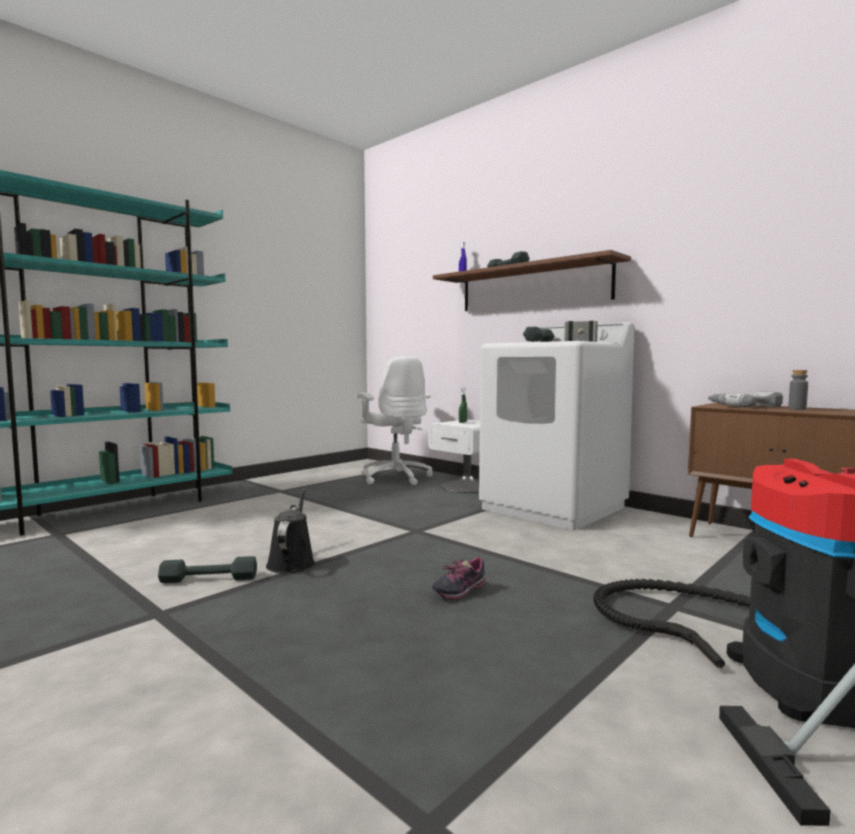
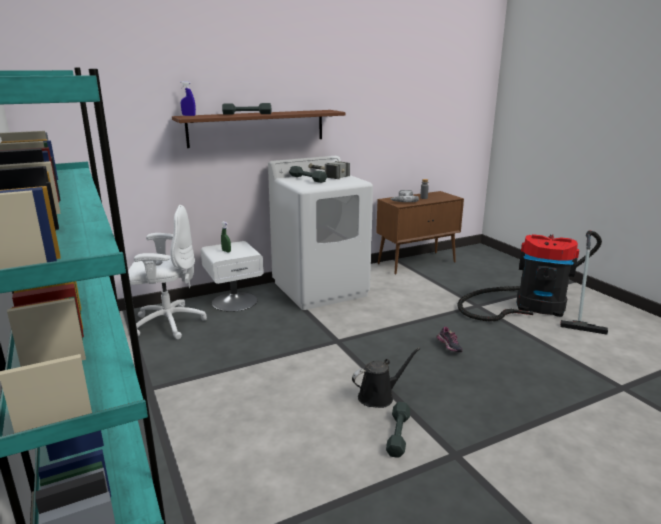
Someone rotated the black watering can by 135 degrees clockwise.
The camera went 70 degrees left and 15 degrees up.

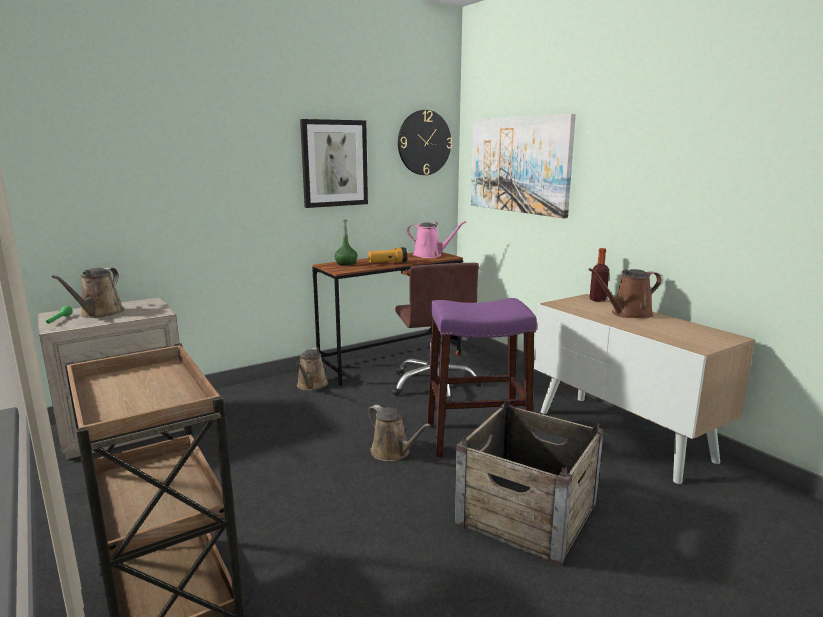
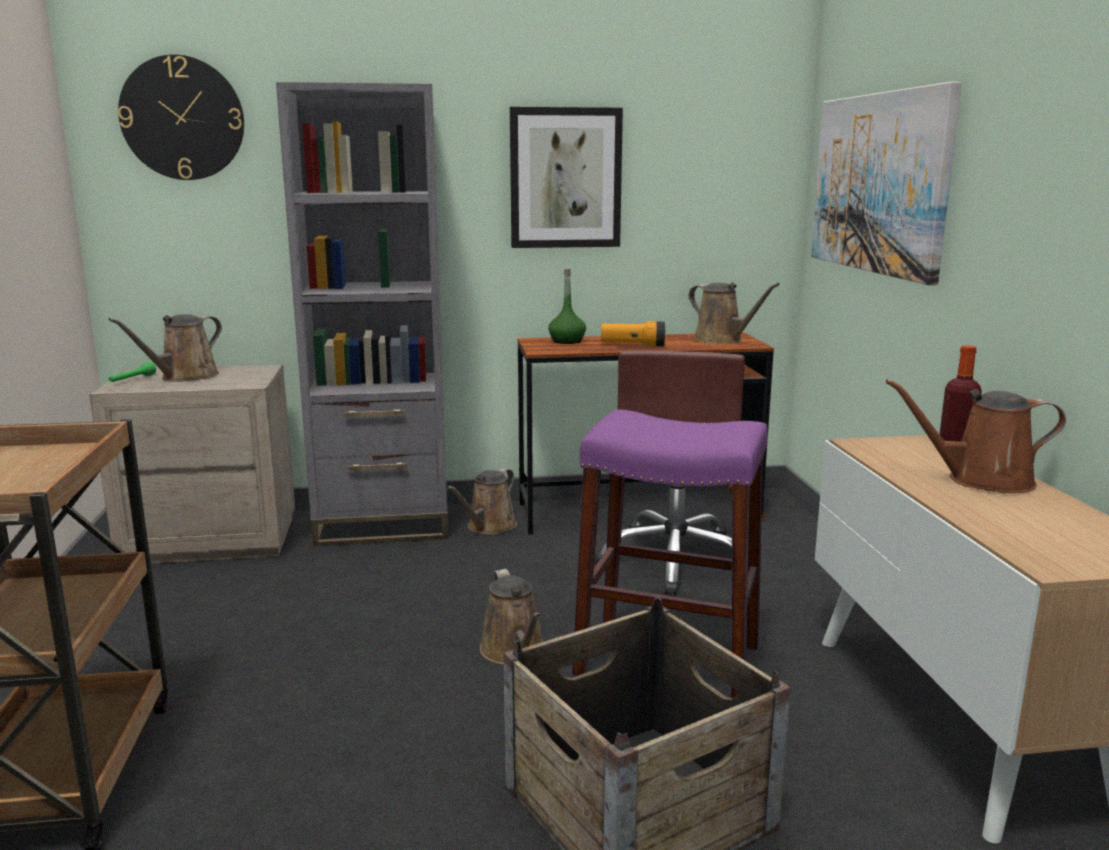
Someone carried the wall clock.
Someone put down the grey bookcase.
Someone repainted the pink watering can, which became the brown watering can (no. 4 from left).
The camera went 25 degrees right and 0 degrees up.

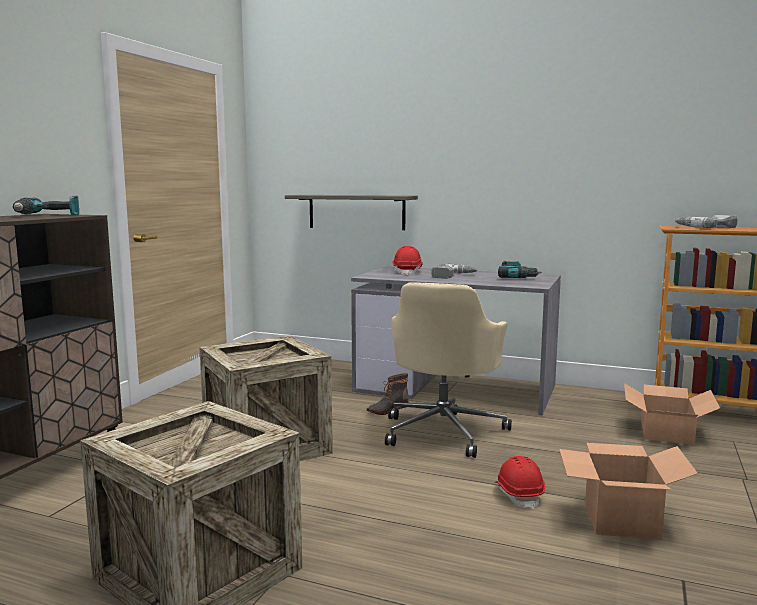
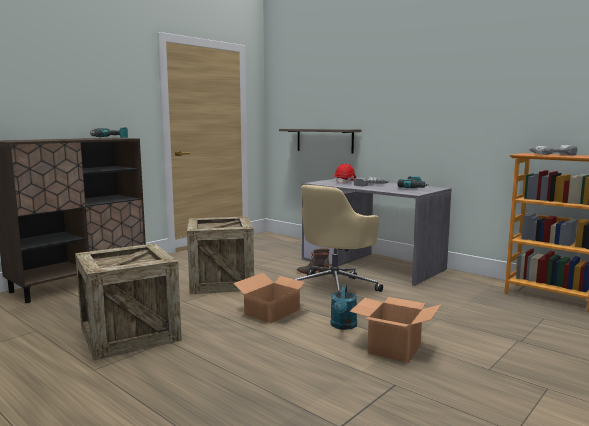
Someone carried the cardboard box (no. 2 from left in the first image).
Someone swapped the red hard hat (no. 2 from left) for the turquoise watering can.
The camera went 20 degrees right and 0 degrees up.

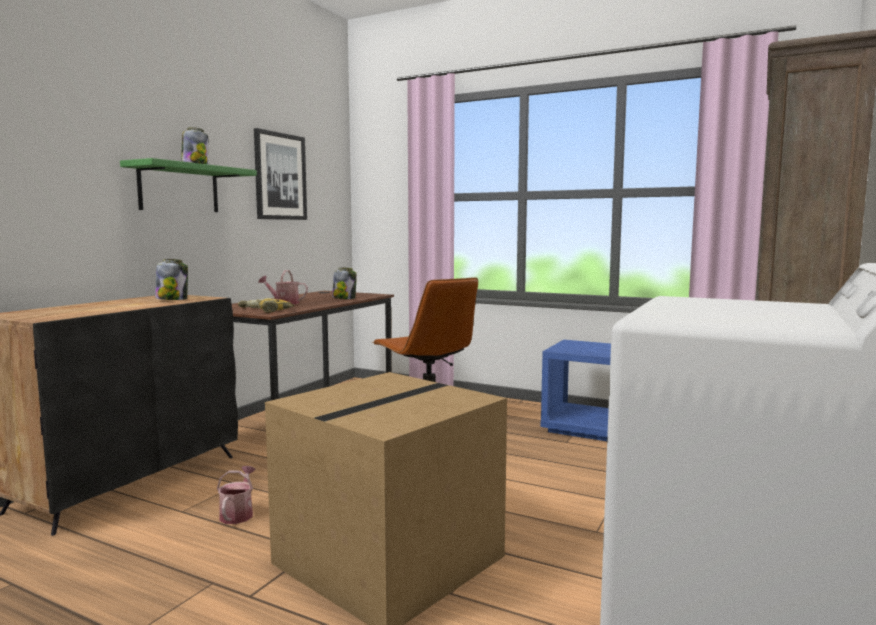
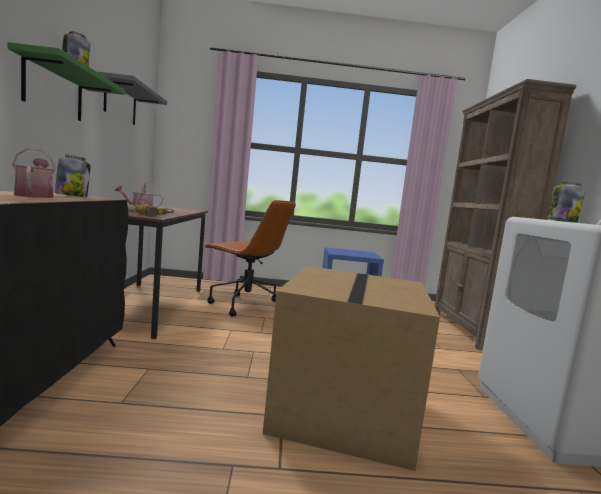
Someone carried the watering can (no. 1 from left).
Someone swapped the picture for the grey shelf.
Someone carried the jar (no. 3 from left).
The camera went 30 degrees left and 0 degrees up.

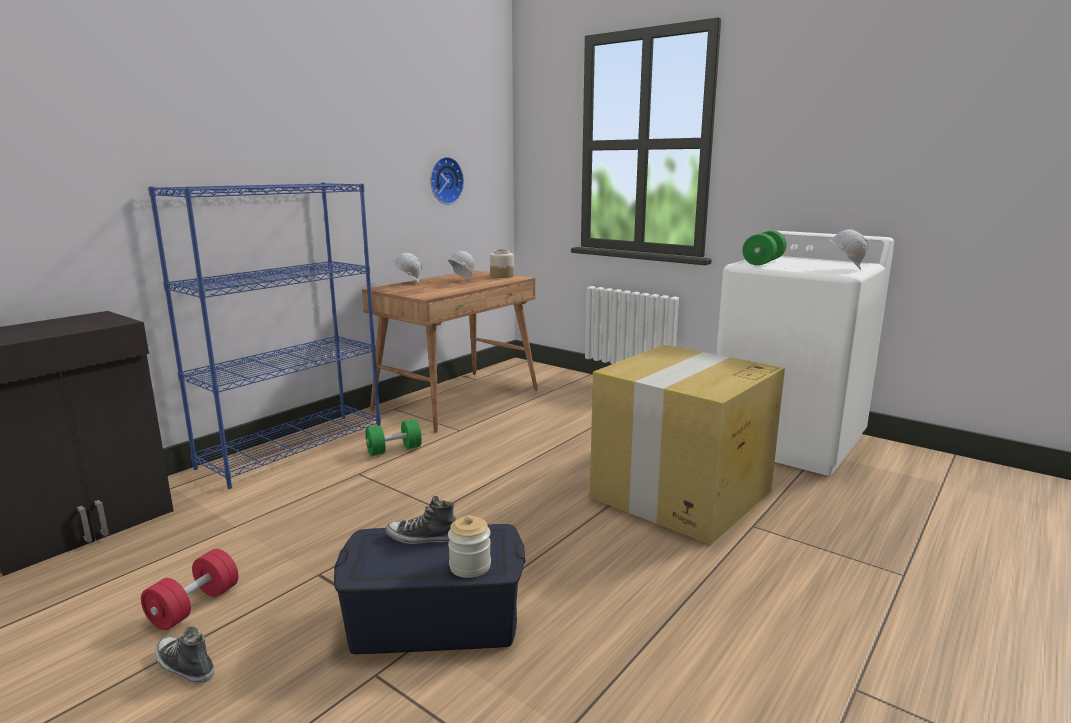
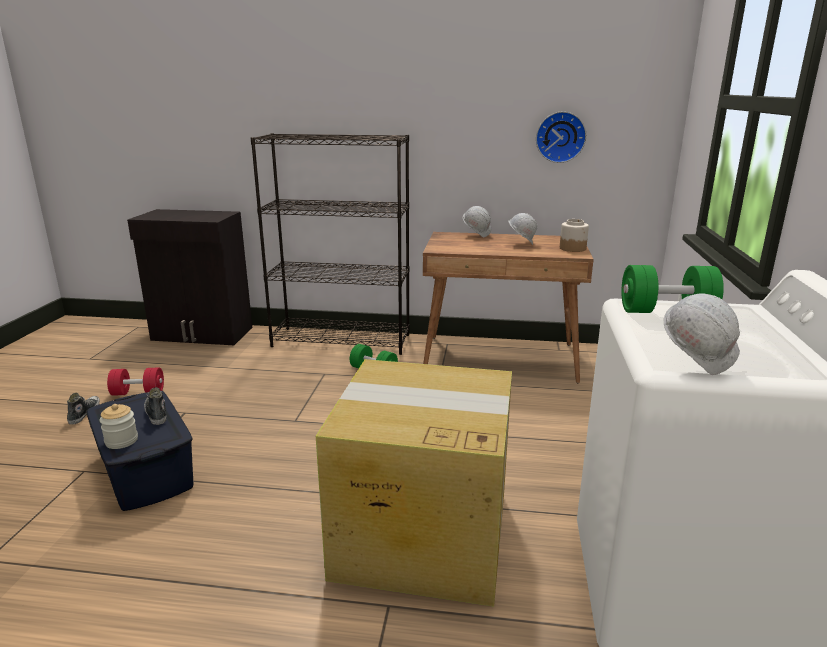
Someone repainted the blue bookcase, which became the black bookcase.
The camera went 60 degrees right and 5 degrees up.

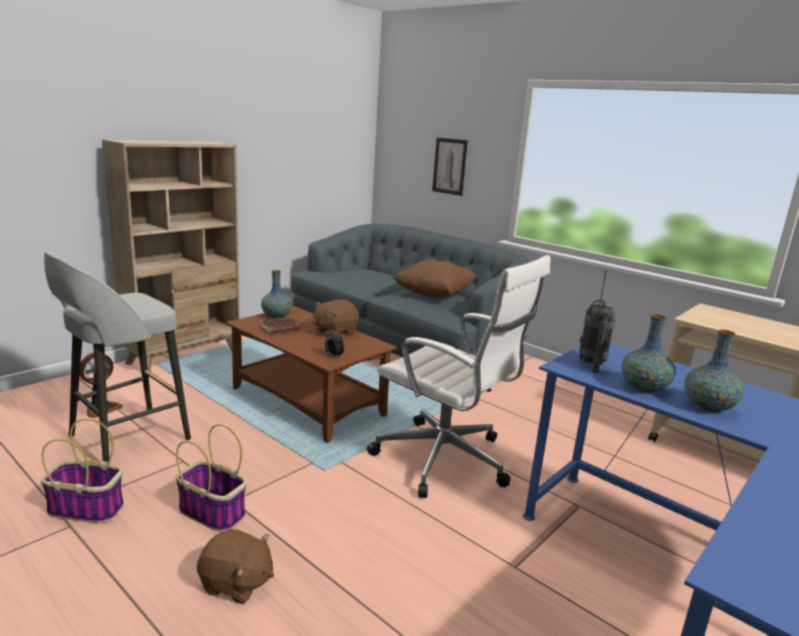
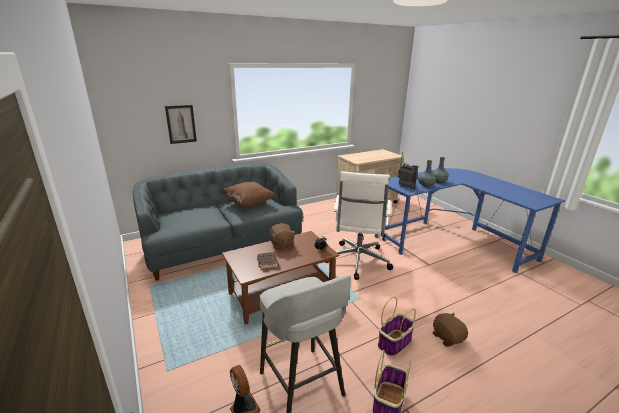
Someone rotated the white office chair by 135 degrees clockwise.
Someone rotated the brown plush toy (no. 1 from left in the first image) by 60 degrees counterclockwise.
Someone took away the beige bookcase.
Someone took away the vase (no. 1 from left).
The camera went 70 degrees left and 5 degrees up.

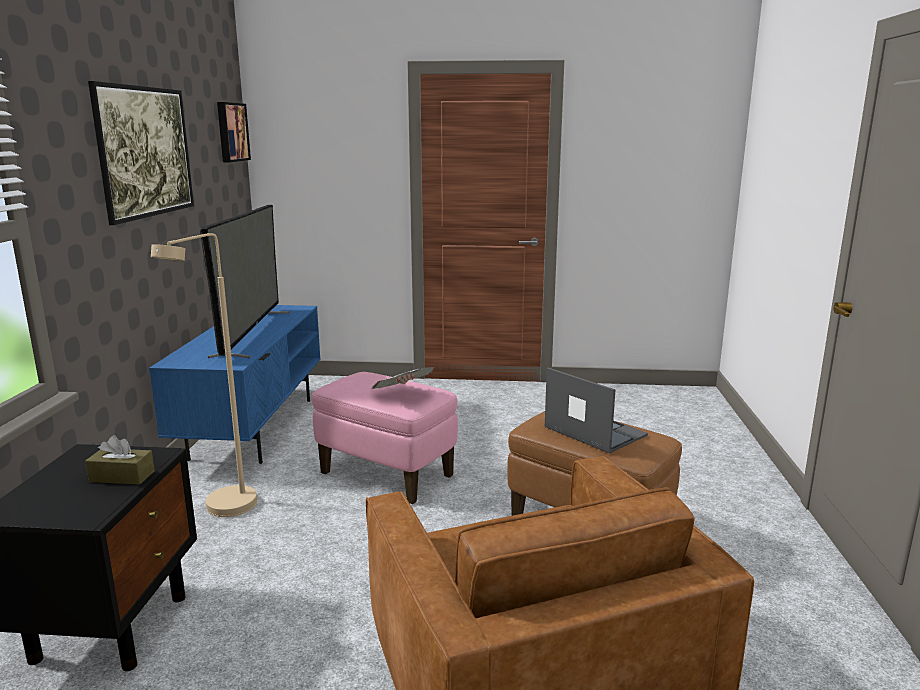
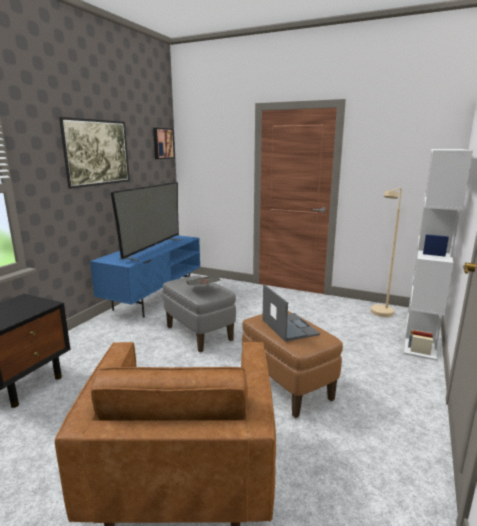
Someone repainted the pink ottoman, which became the grey ottoman.
Someone carried the beige floor lamp.
Someone put down the white bookcase.
Someone took away the brown tissue box.
The camera went 20 degrees right and 0 degrees up.

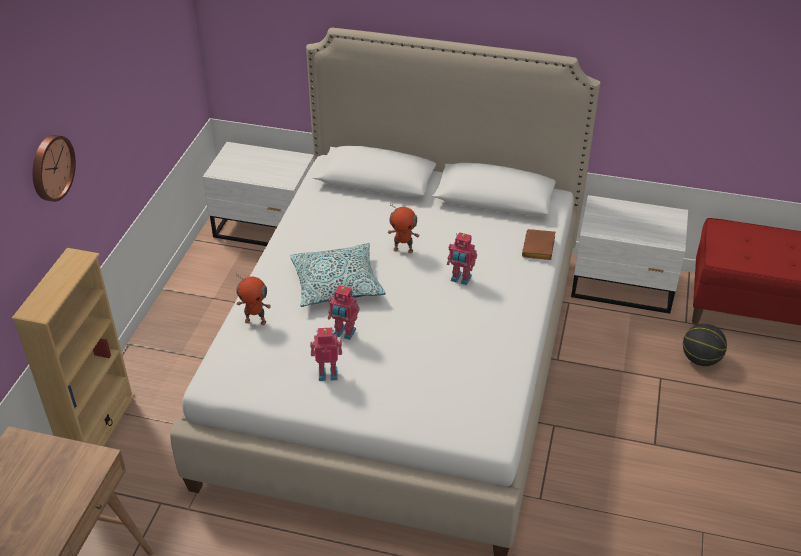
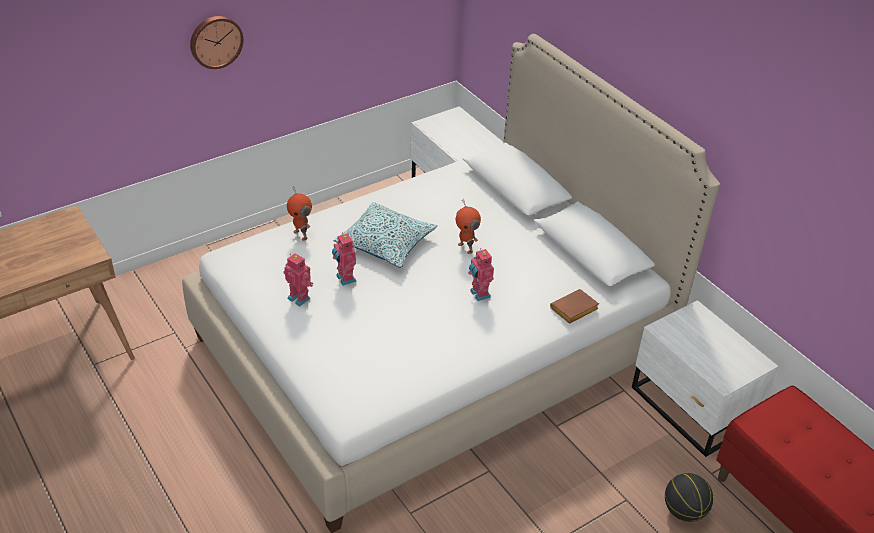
Someone took away the beige bookcase.
The camera went 40 degrees right and 0 degrees up.

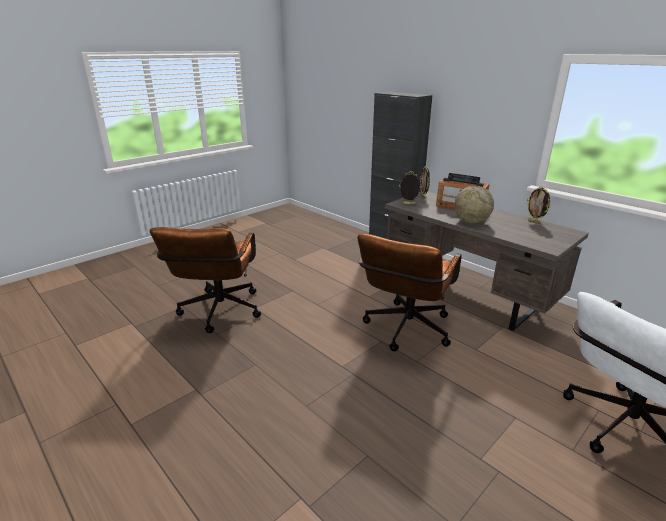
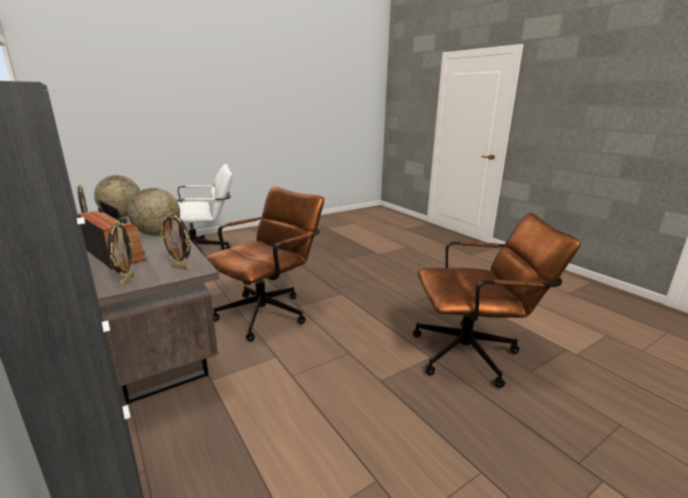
Someone put down the globe (no. 1 from left).
Someone rotated the brown office chair (no. 1 from left in the first image) by 75 degrees clockwise.
The camera went 170 degrees left and 5 degrees down.

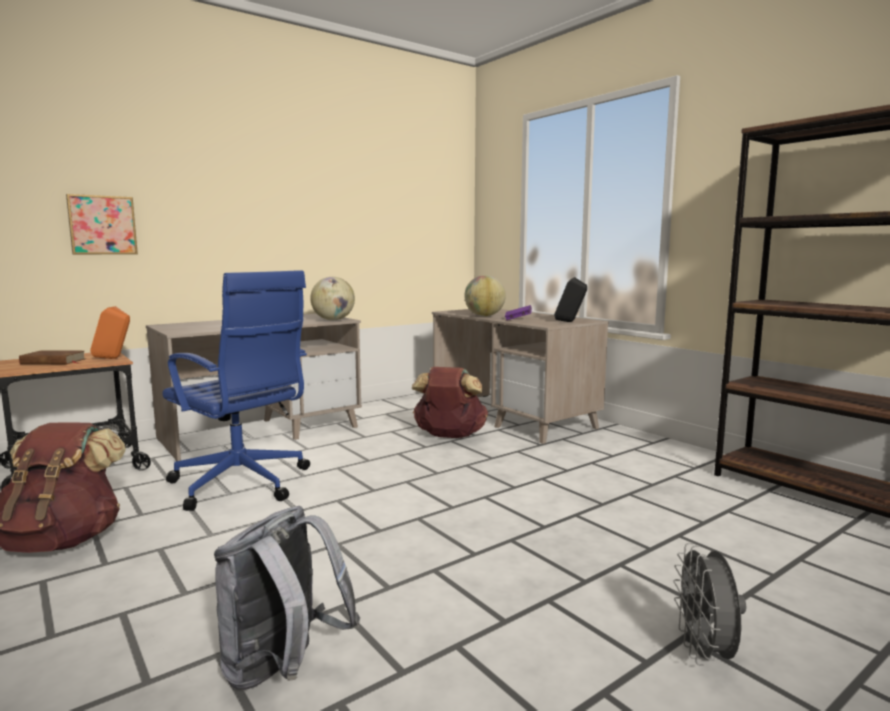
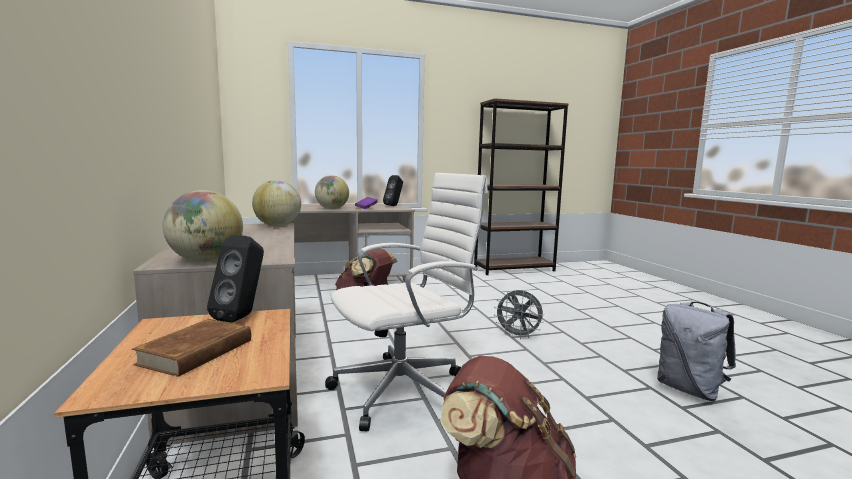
Someone put down the globe (no. 1 from left).
Someone repainted the orange speaker, which became the black speaker (no. 1 from left).
Someone repainted the blue office chair, which became the white office chair.
Someone carried the grey fan.
Someone took away the picture.
The camera went 70 degrees left and 0 degrees up.

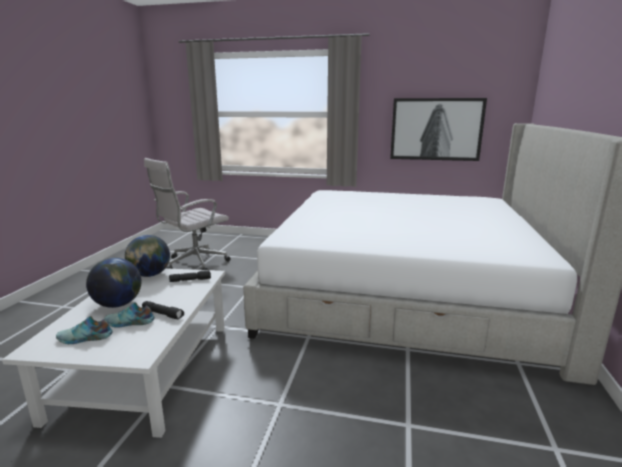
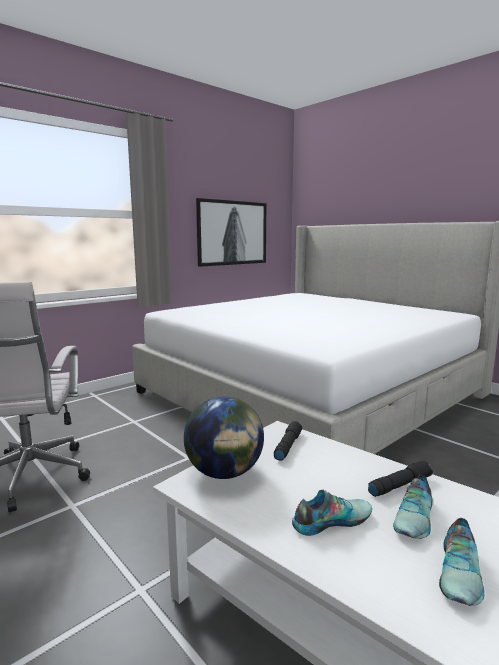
Someone swapped the globe (no. 1 from left) for the shoe (no. 1 from left).
The camera went 55 degrees left and 5 degrees down.

